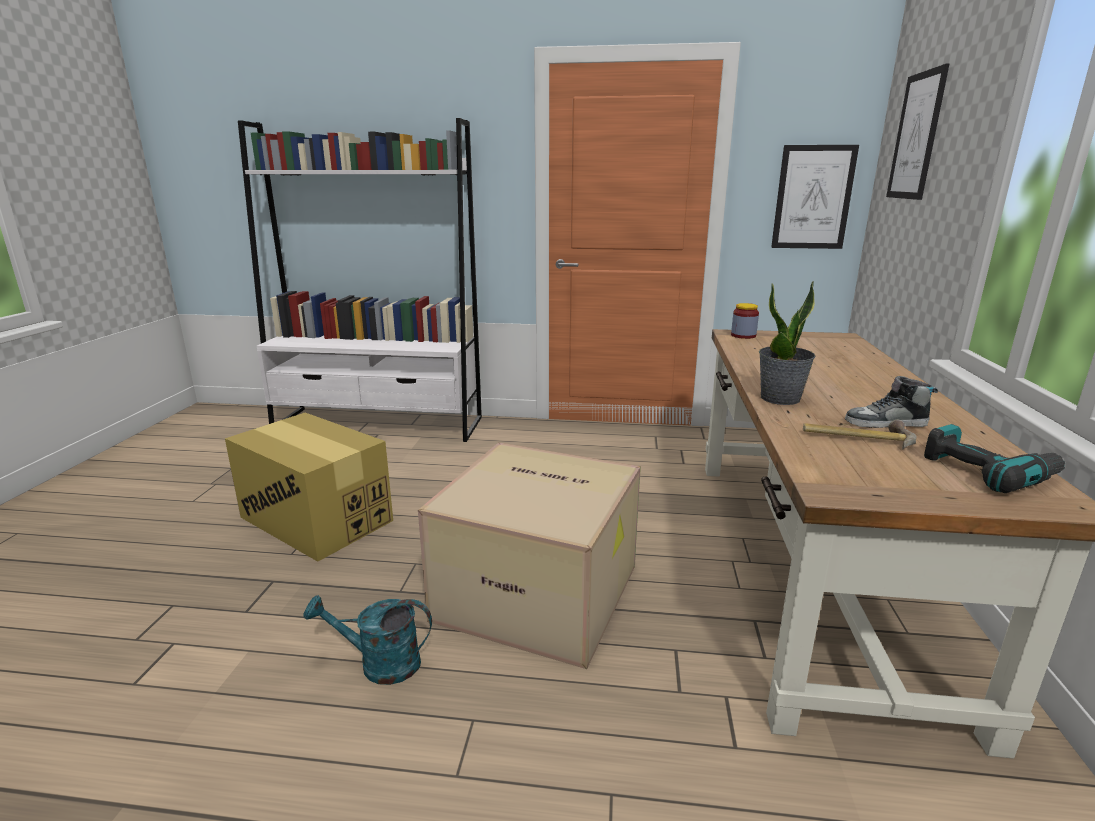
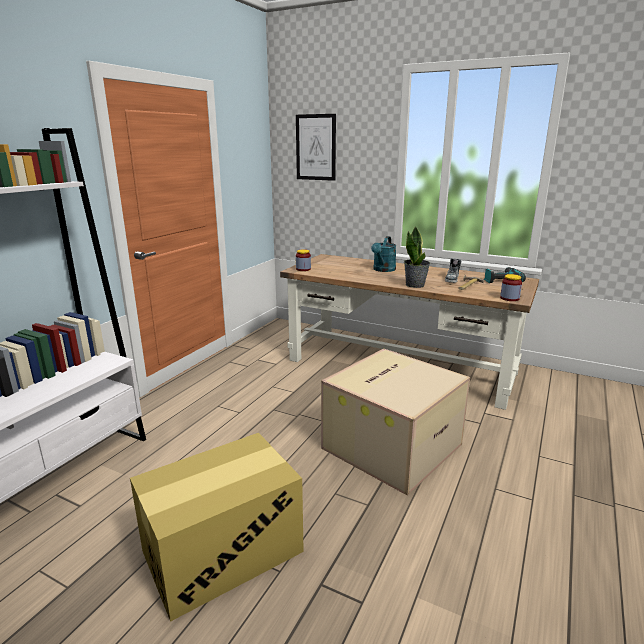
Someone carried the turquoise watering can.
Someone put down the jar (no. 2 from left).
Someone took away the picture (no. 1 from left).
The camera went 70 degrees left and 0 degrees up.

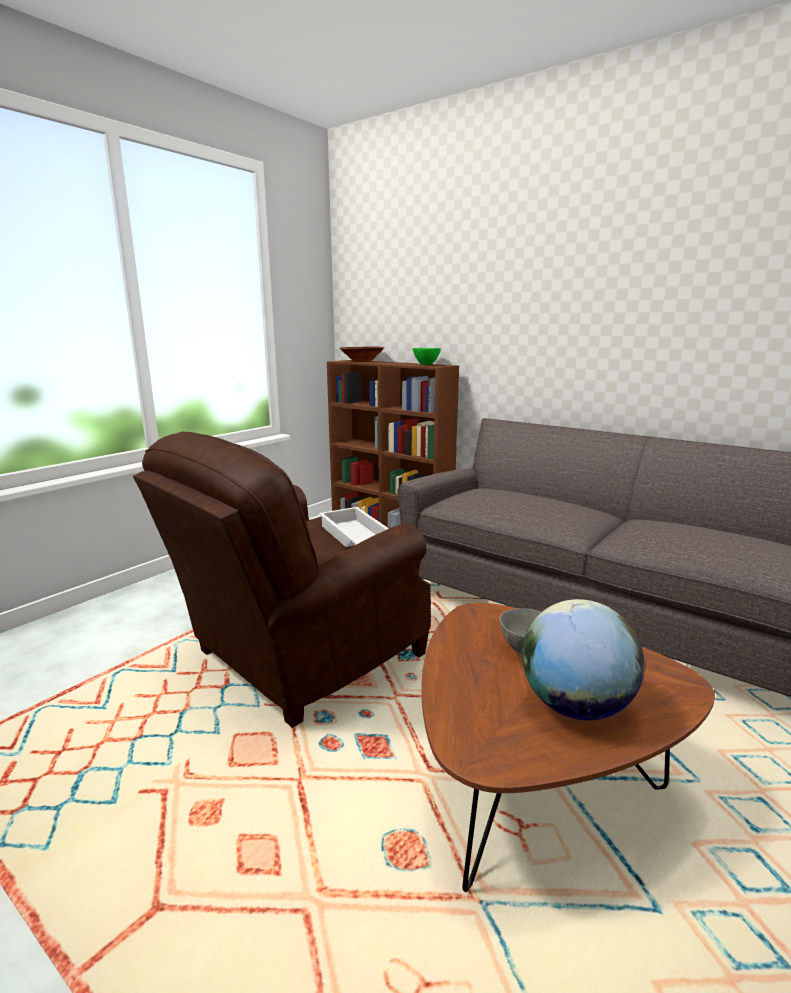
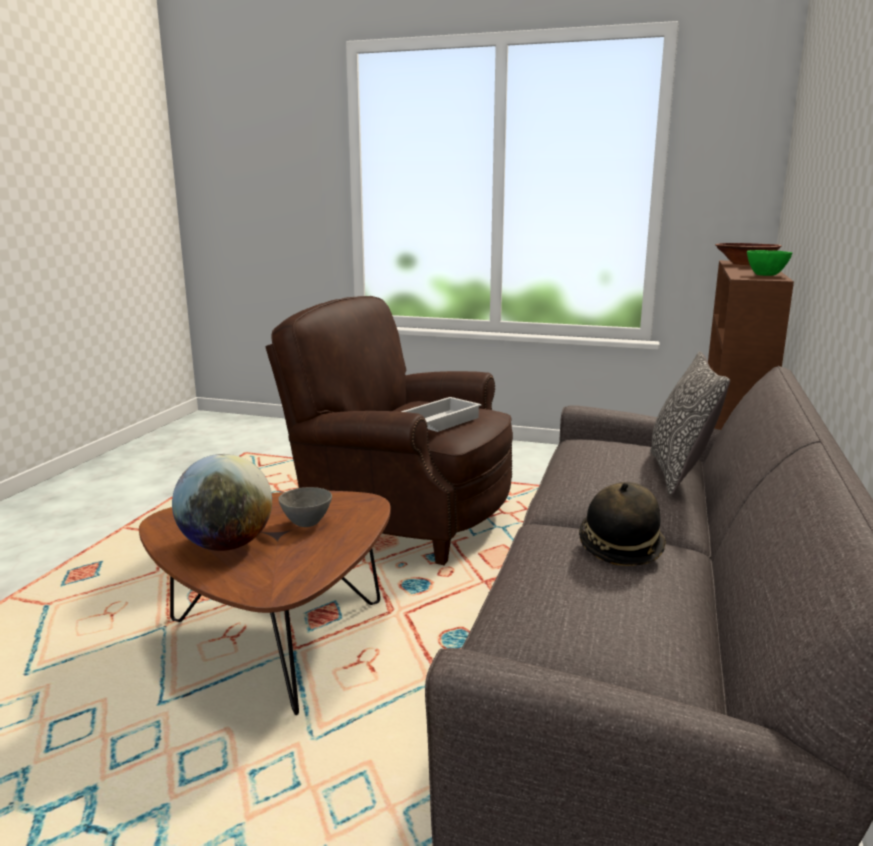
Someone put down the hat.
Someone put down the pillow.
The camera went 70 degrees right and 0 degrees up.

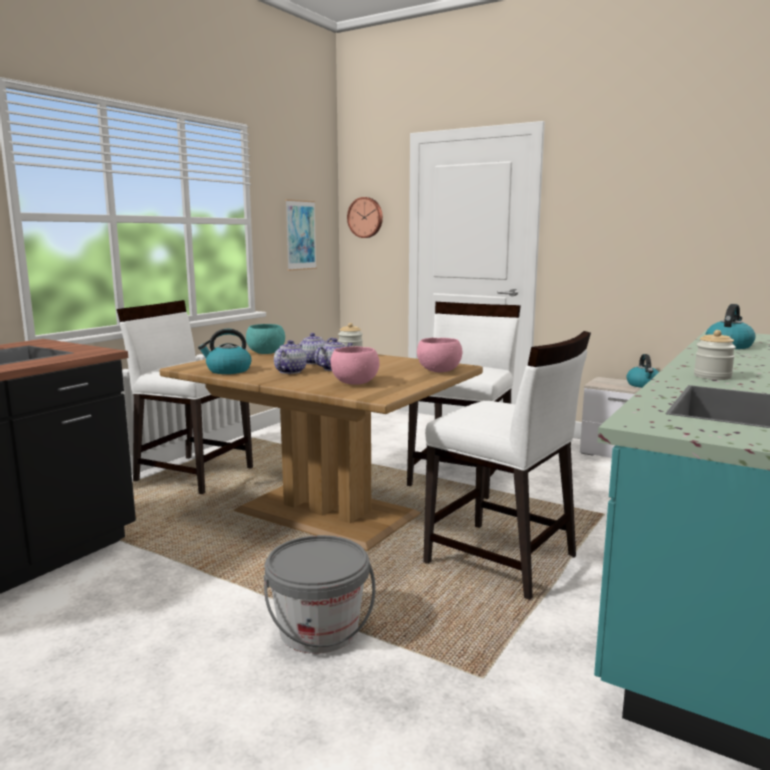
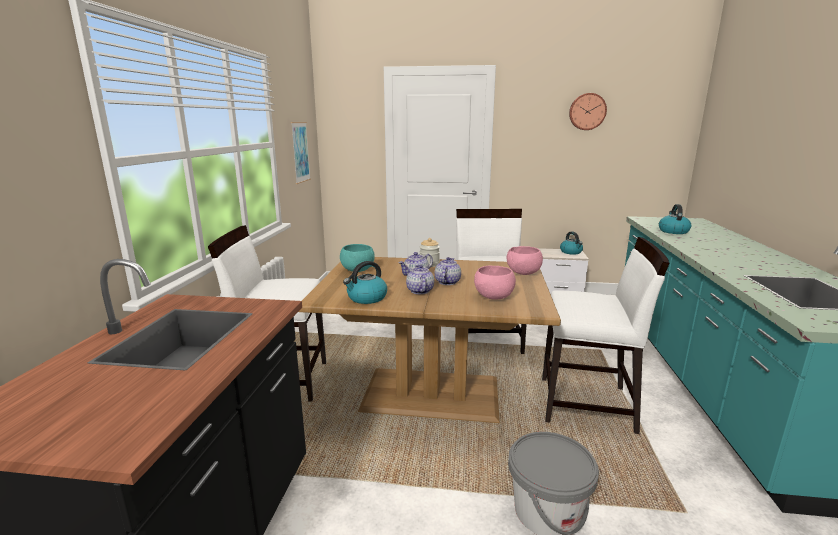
Someone carried the wall clock.
Someone took away the jar (no. 2 from left).
The camera went 25 degrees left and 5 degrees up.

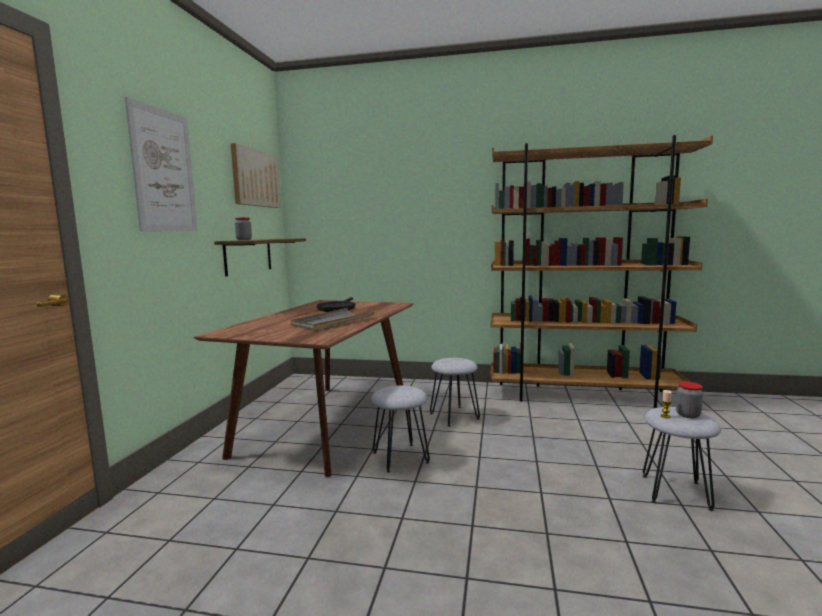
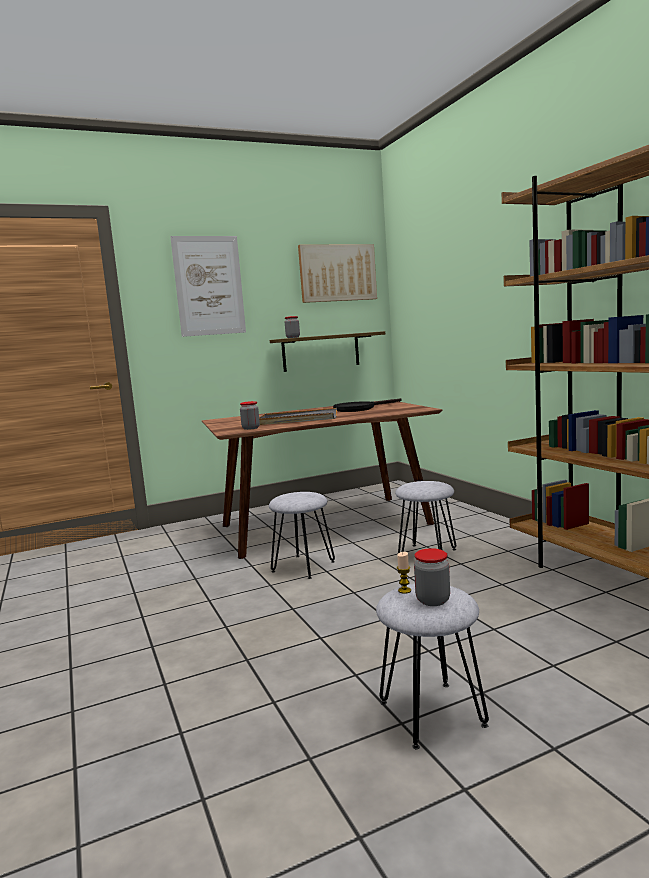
Someone put down the jar (no. 1 from left).
The camera went 55 degrees right and 0 degrees up.

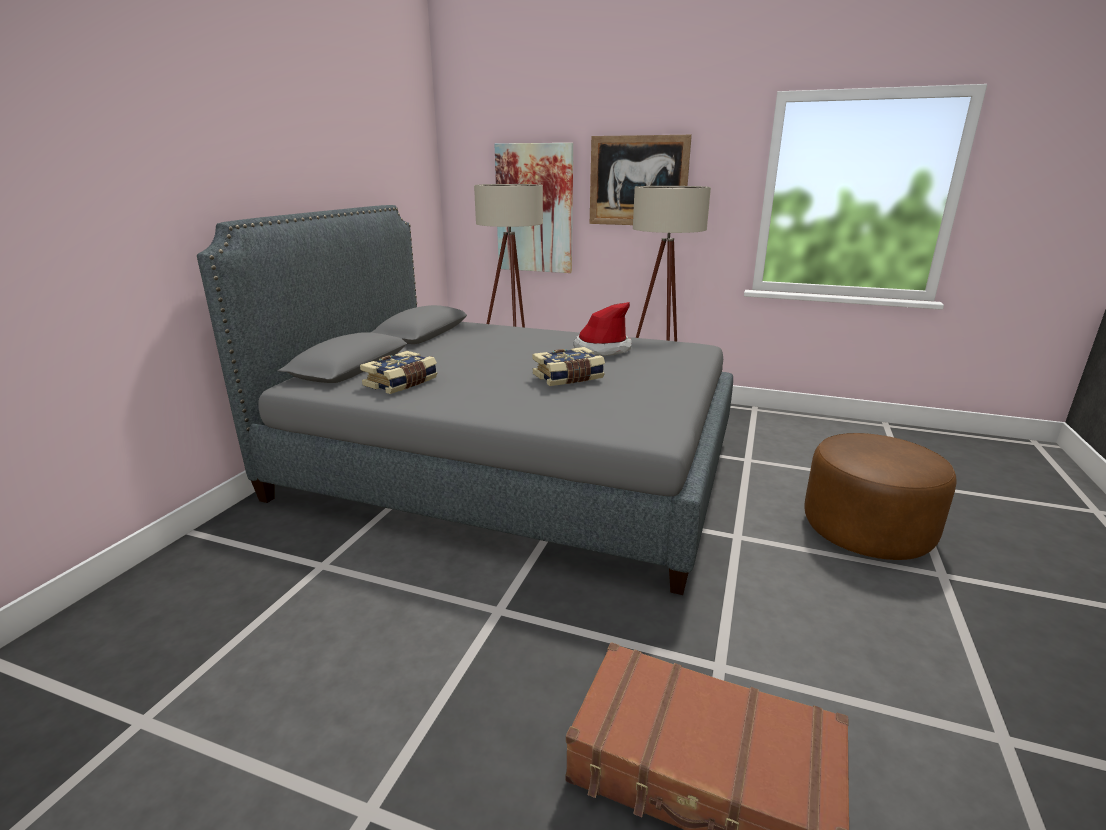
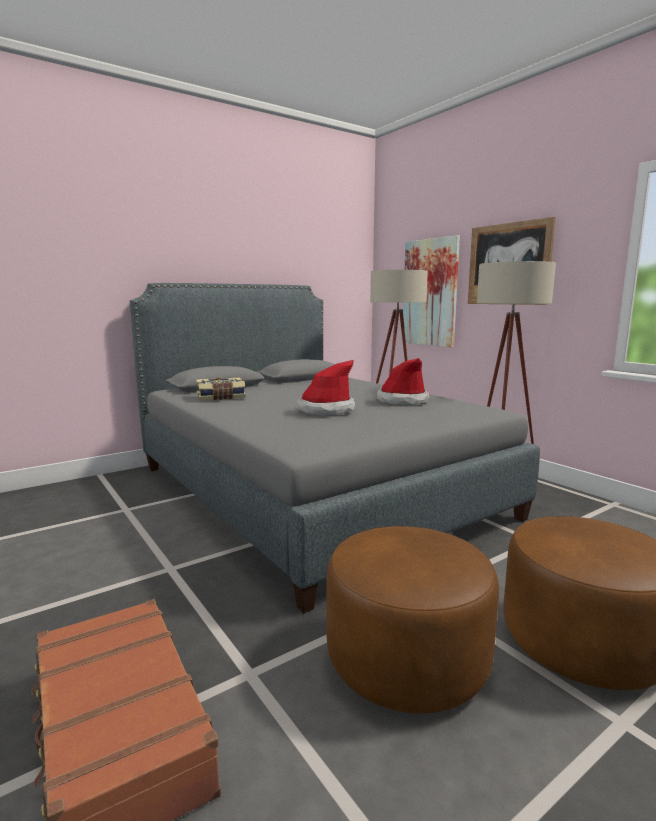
Someone swapped the book (no. 2 from left) for the hat (no. 1 from left).
Someone put down the brown ottoman (no. 1 from left).
The camera went 35 degrees right and 10 degrees down.

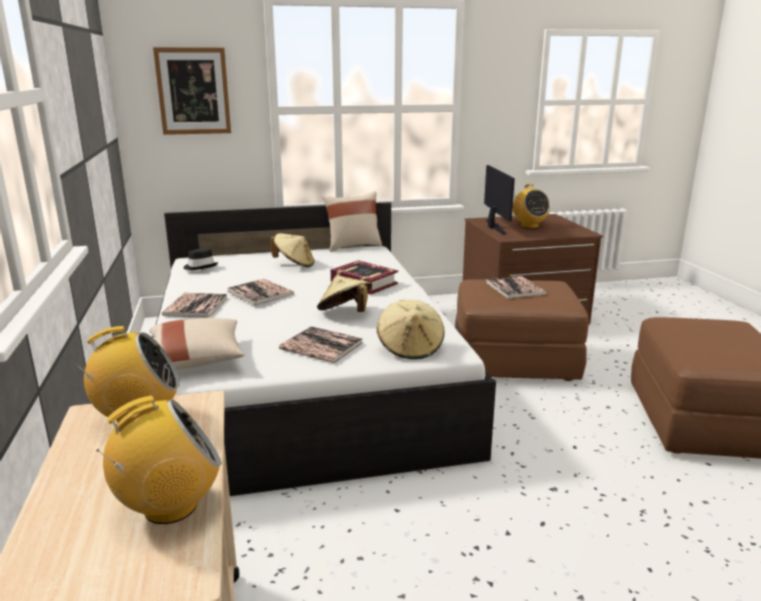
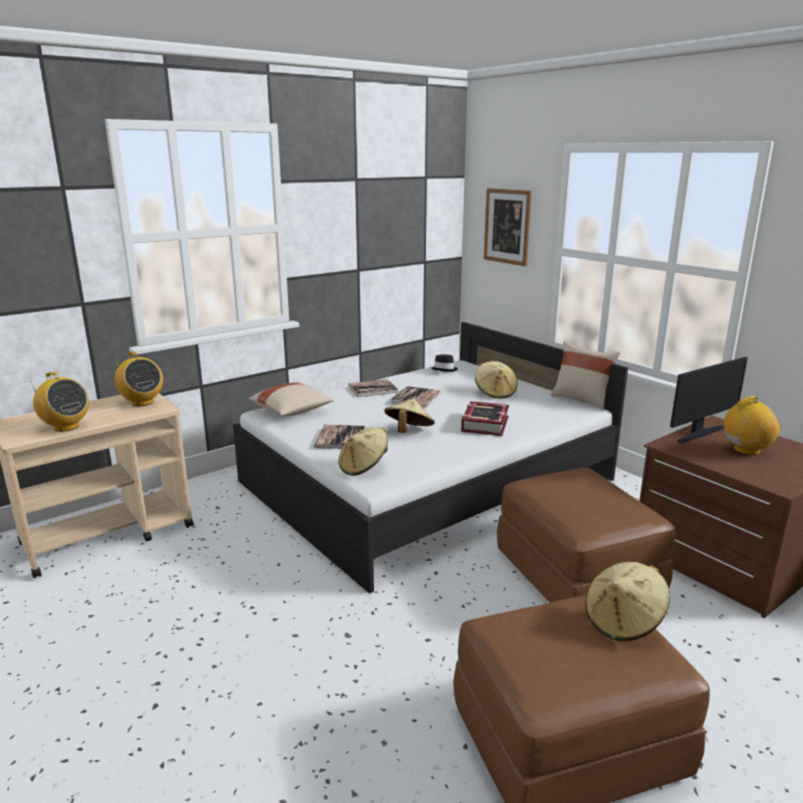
Someone put down the beige hat (no. 4 from left).
Someone rotated the radio (no. 3 from left) by 150 degrees counterclockwise.
Someone took away the book (no. 5 from left).
The camera went 65 degrees right and 0 degrees up.

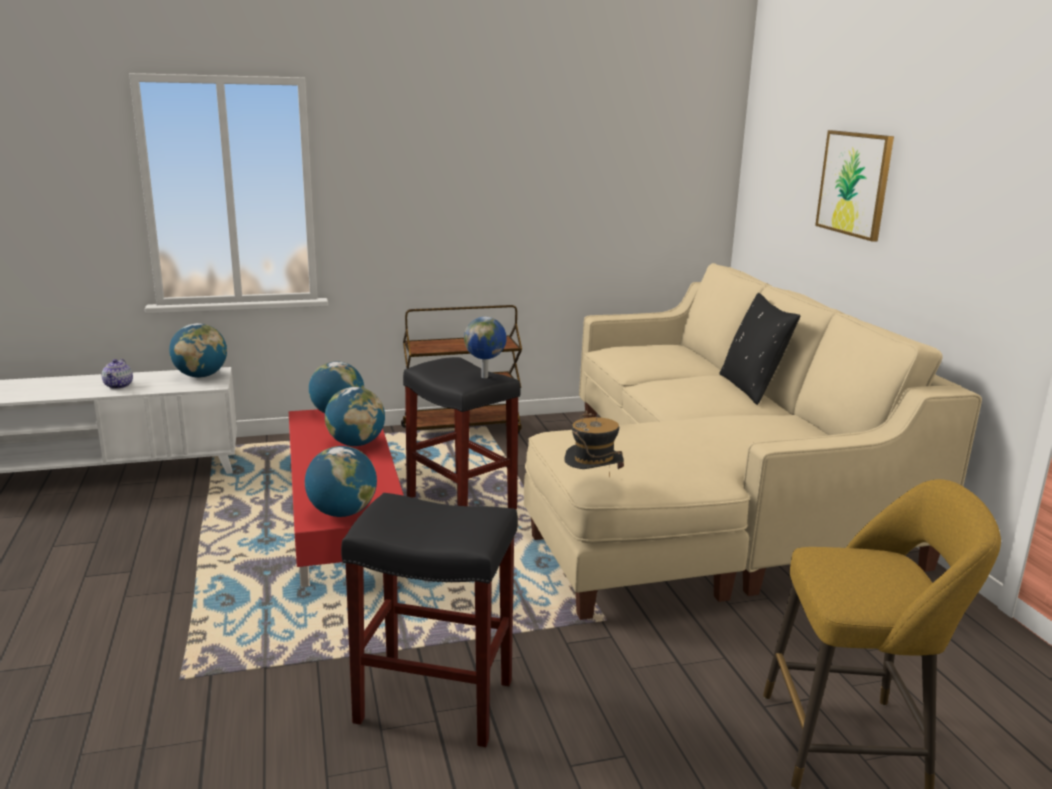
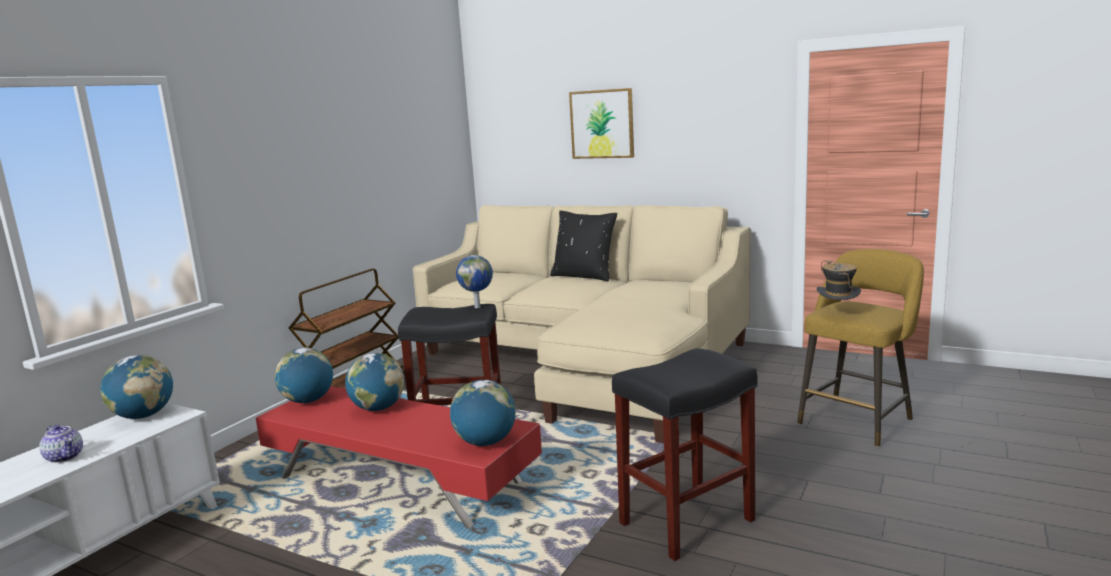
Someone carried the hat.
The camera went 45 degrees left and 5 degrees down.

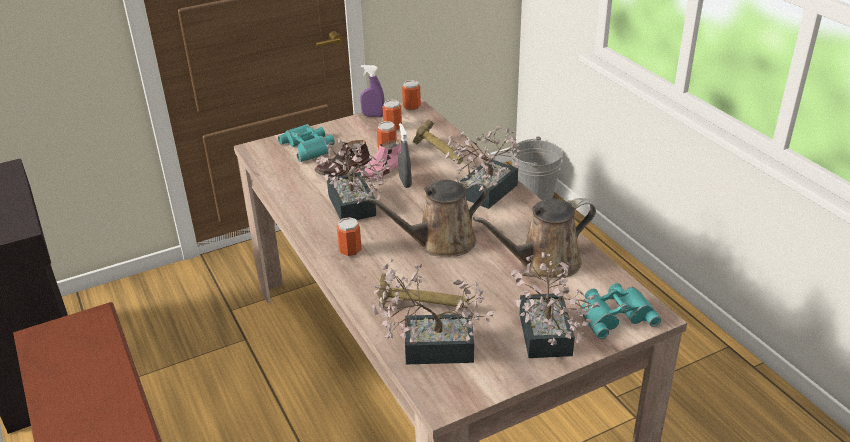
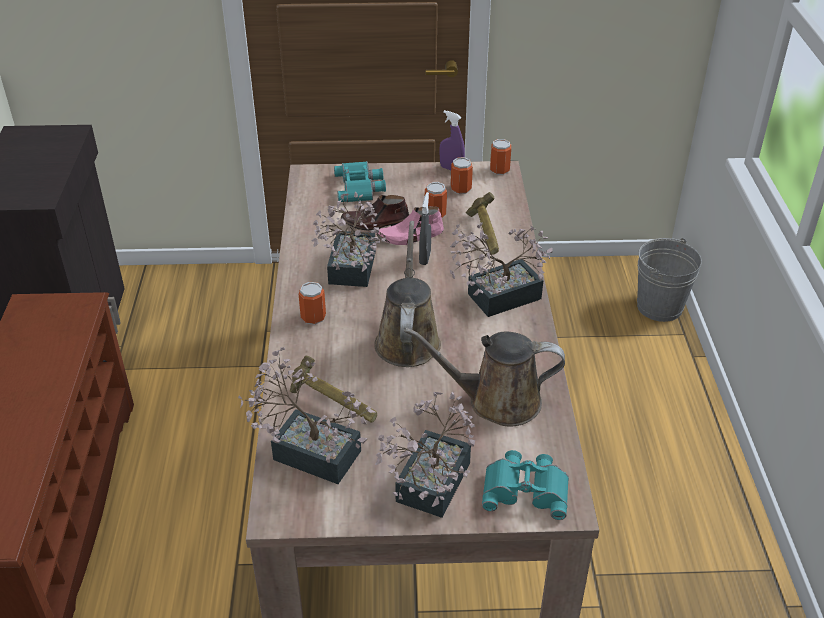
Someone rotated the brown watering can (no. 1 from left) by 90 degrees clockwise.
The camera went 25 degrees right and 5 degrees up.

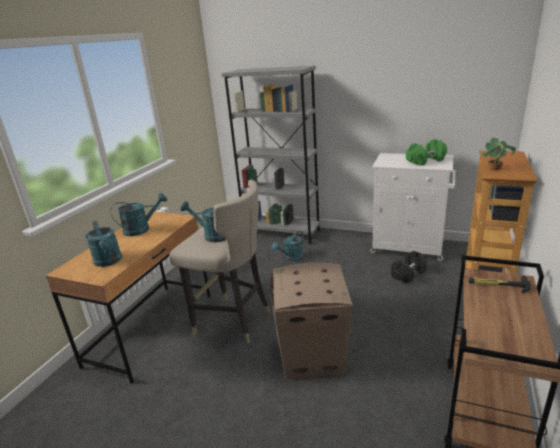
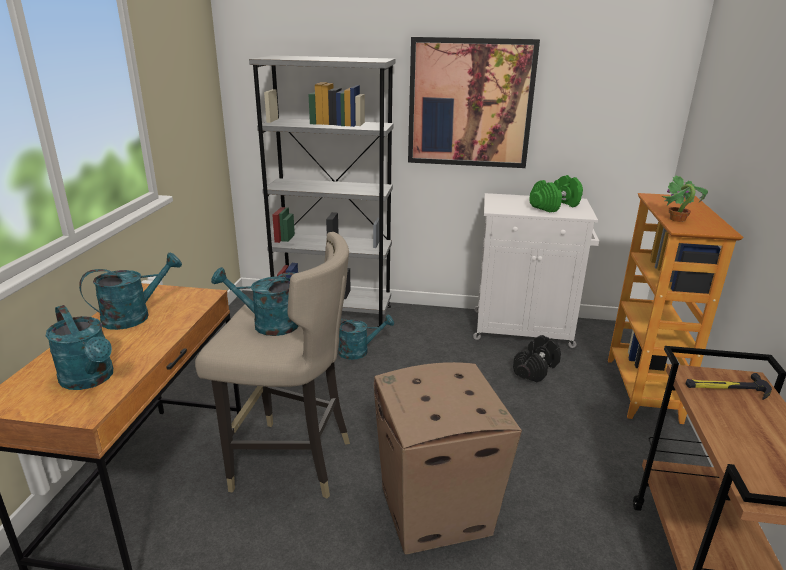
Someone rotated the turquoise watering can (no. 4 from left) by 135 degrees counterclockwise.
Someone put up the picture.
The camera went 15 degrees left and 0 degrees up.

